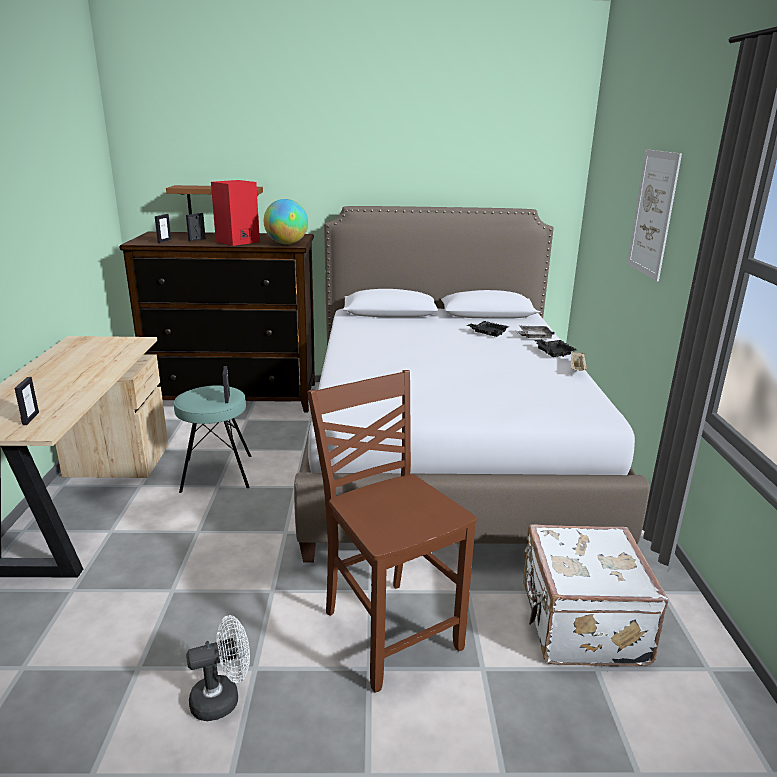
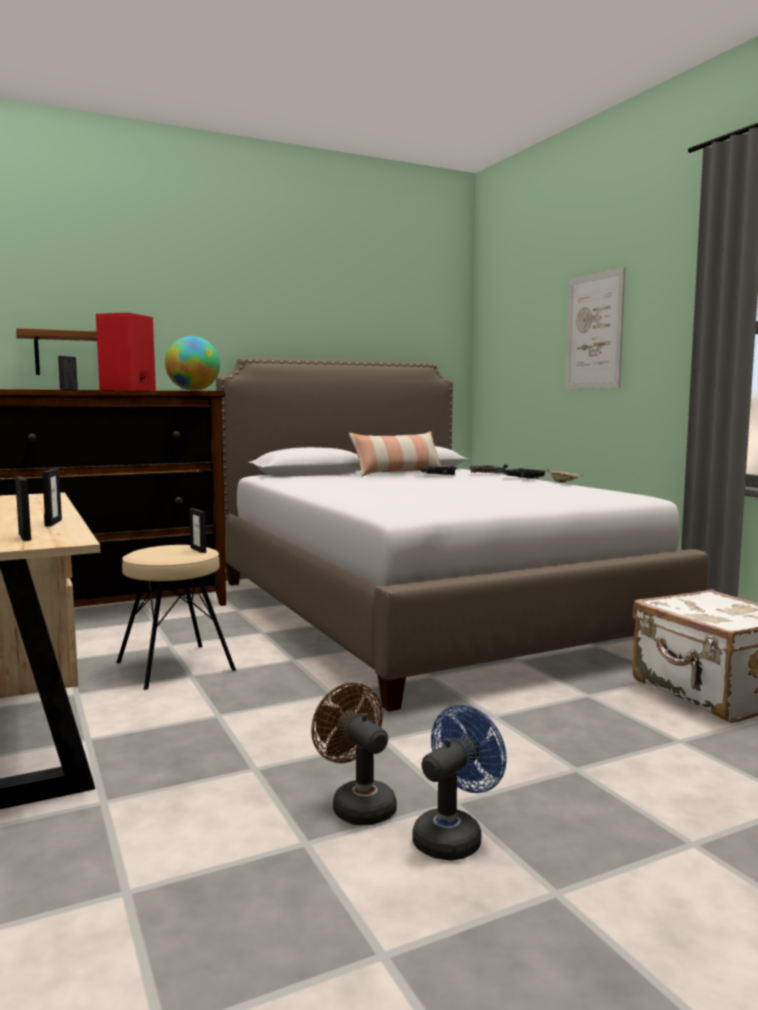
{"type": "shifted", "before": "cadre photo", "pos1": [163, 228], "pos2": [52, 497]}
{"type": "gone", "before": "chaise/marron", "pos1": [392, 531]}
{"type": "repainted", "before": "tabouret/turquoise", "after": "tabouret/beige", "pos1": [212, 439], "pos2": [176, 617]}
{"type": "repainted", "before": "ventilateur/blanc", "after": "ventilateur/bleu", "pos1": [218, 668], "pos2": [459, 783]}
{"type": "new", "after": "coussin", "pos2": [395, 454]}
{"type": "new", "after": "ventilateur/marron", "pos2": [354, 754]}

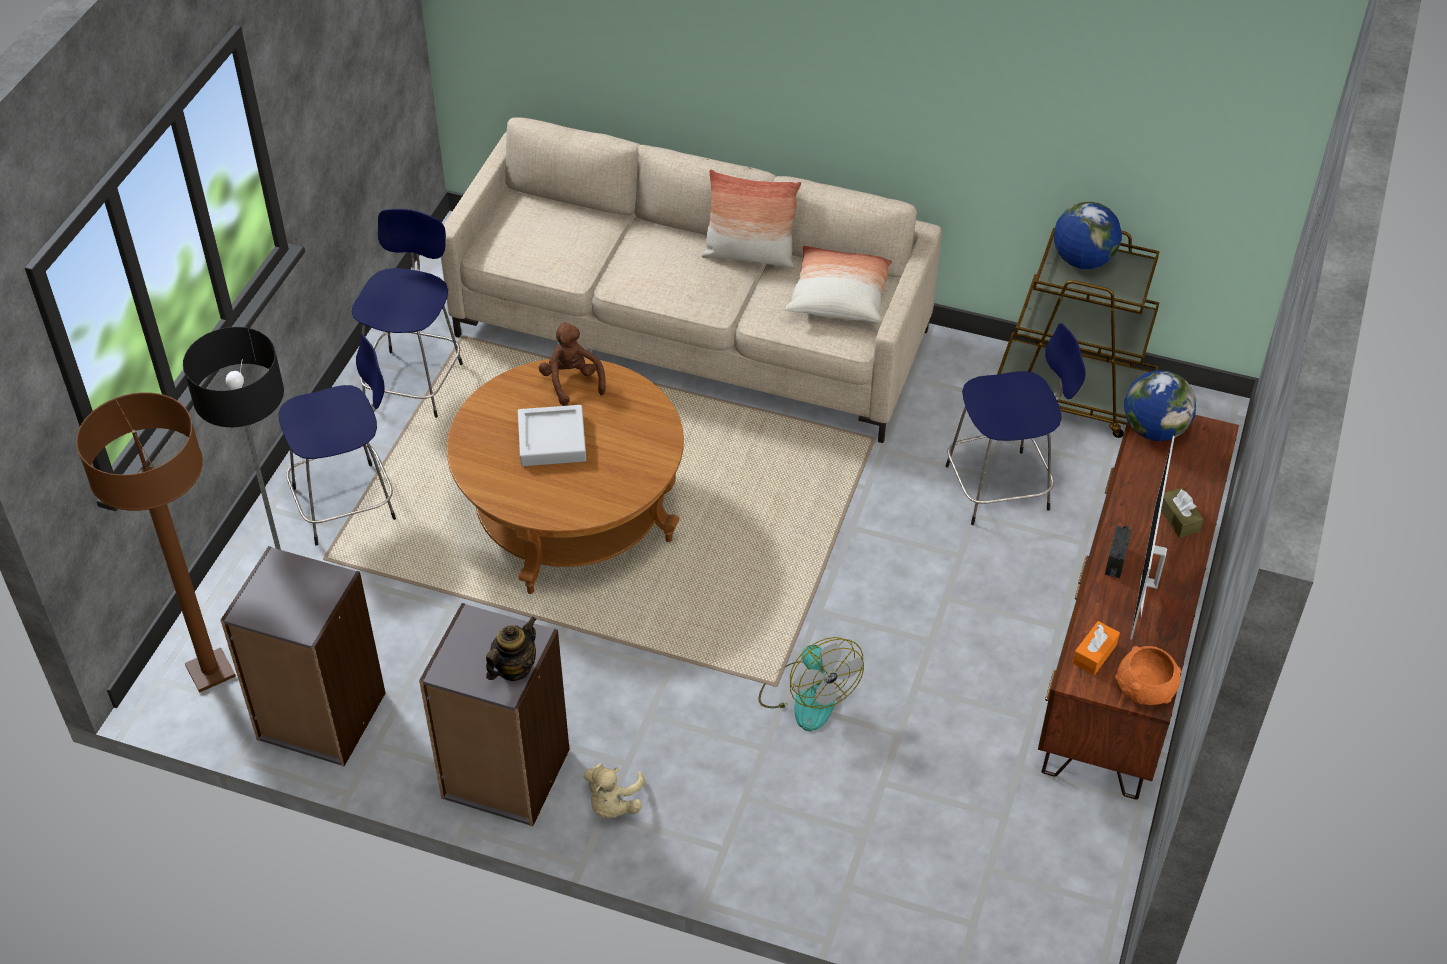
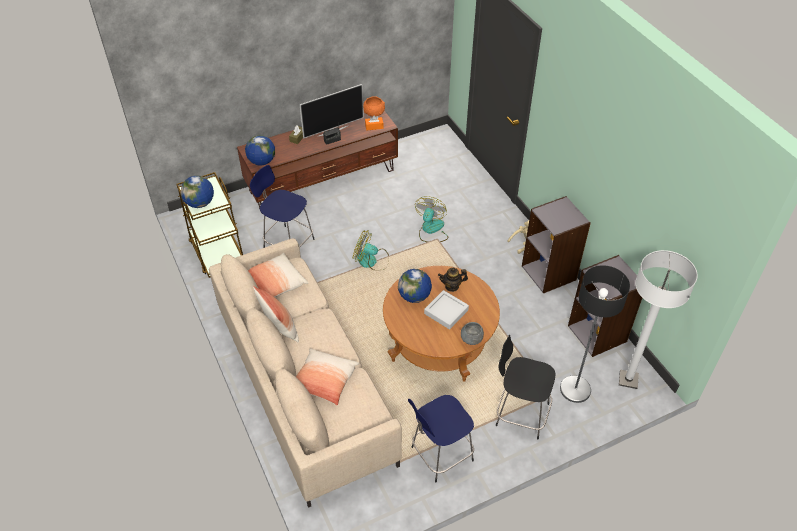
{"type": "gone", "before": "peluche/marron", "pos1": [572, 364]}
{"type": "repainted", "before": "tabouret/bleu", "after": "tabouret/noir", "pos1": [337, 440], "pos2": [525, 387]}
{"type": "repainted", "before": "lampadaire/marron", "after": "lampadaire/blanc", "pos1": [156, 542], "pos2": [658, 319]}
{"type": "shifted", "before": "théière", "pos1": [511, 649], "pos2": [453, 280]}
{"type": "new", "after": "ventilateur", "pos2": [371, 250]}
{"type": "new", "after": "globe", "pos2": [415, 286]}
{"type": "new", "after": "bol/gris", "pos2": [472, 333]}
{"type": "new", "after": "coussin", "pos2": [327, 377]}

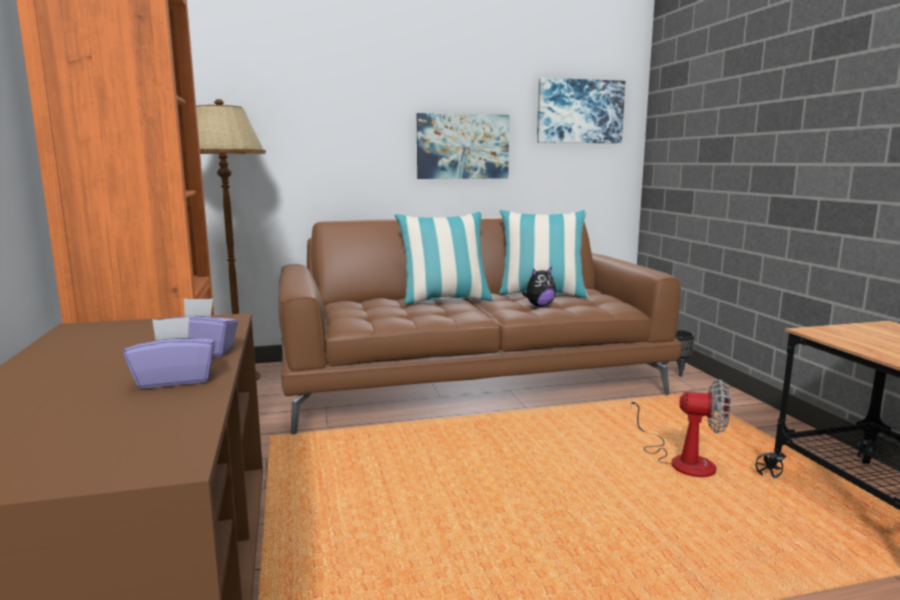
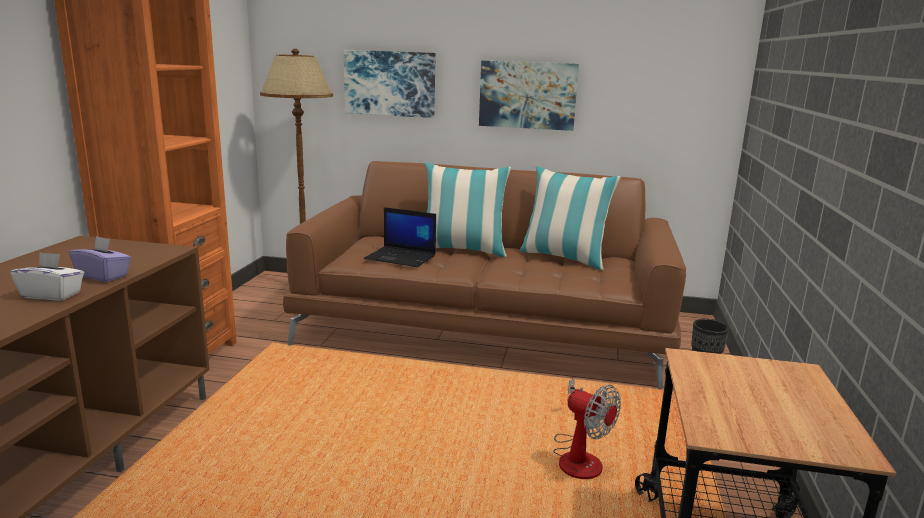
{"type": "shifted", "before": "tableau", "pos1": [581, 110], "pos2": [390, 84]}
{"type": "gone", "before": "peluche", "pos1": [539, 287]}
{"type": "repainted", "before": "boîte à mouchoirs/violet", "after": "boîte à mouchoirs/blanc", "pos1": [169, 353], "pos2": [47, 276]}
{"type": "new", "after": "ordinateur portable", "pos2": [400, 237]}

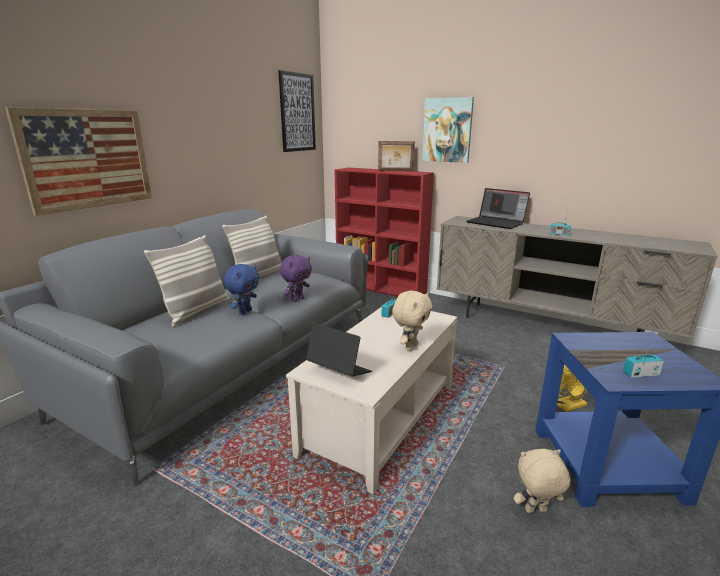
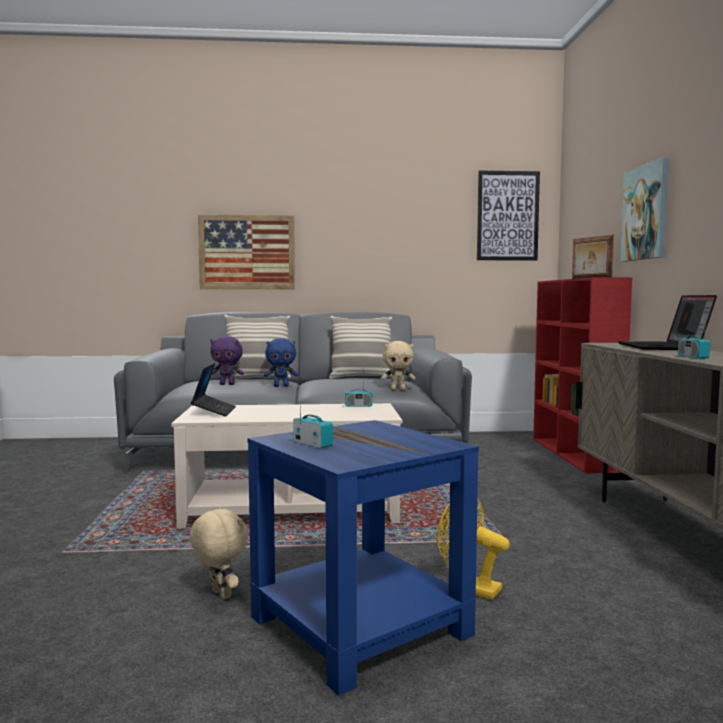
{"type": "shifted", "before": "peluche/violet", "pos1": [295, 278], "pos2": [227, 360]}
{"type": "shifted", "before": "peluche/beige", "pos1": [412, 321], "pos2": [398, 365]}

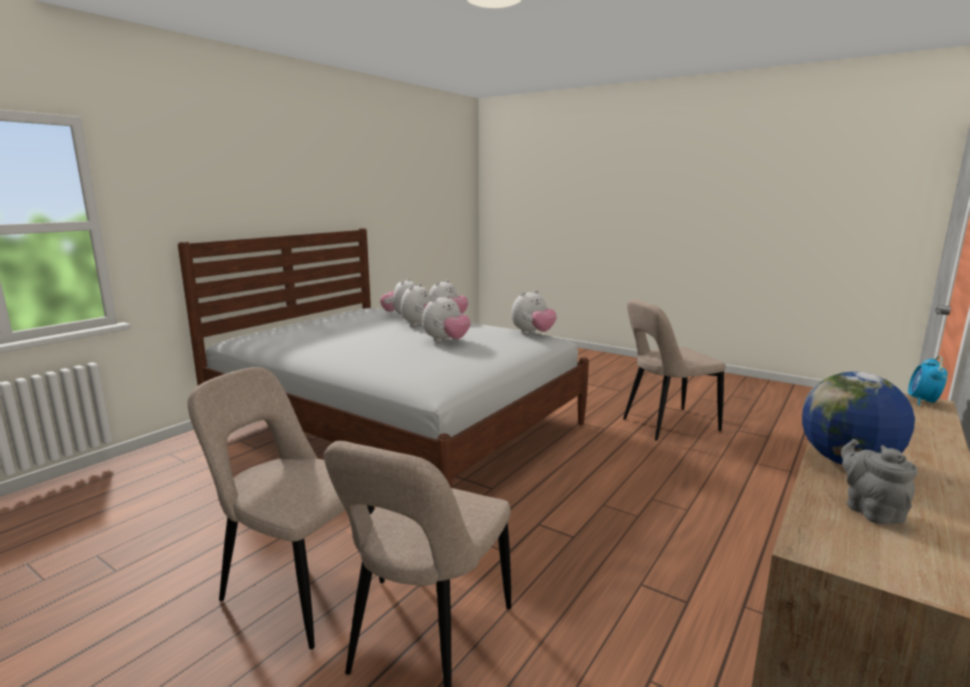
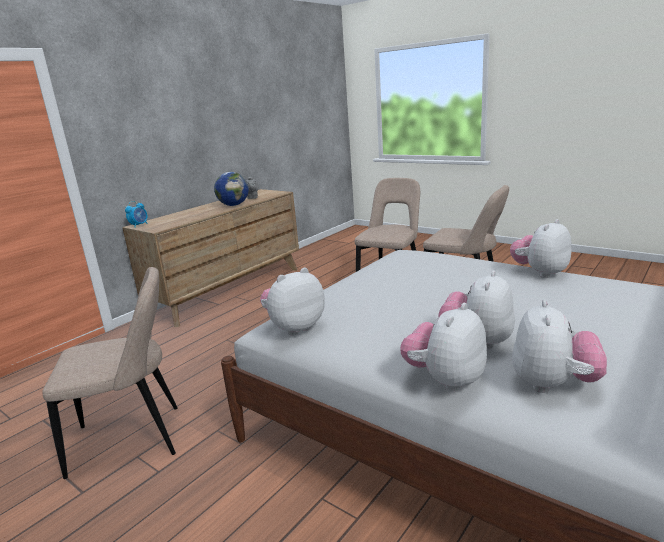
{"type": "shifted", "before": "peluche", "pos1": [446, 318], "pos2": [541, 248]}

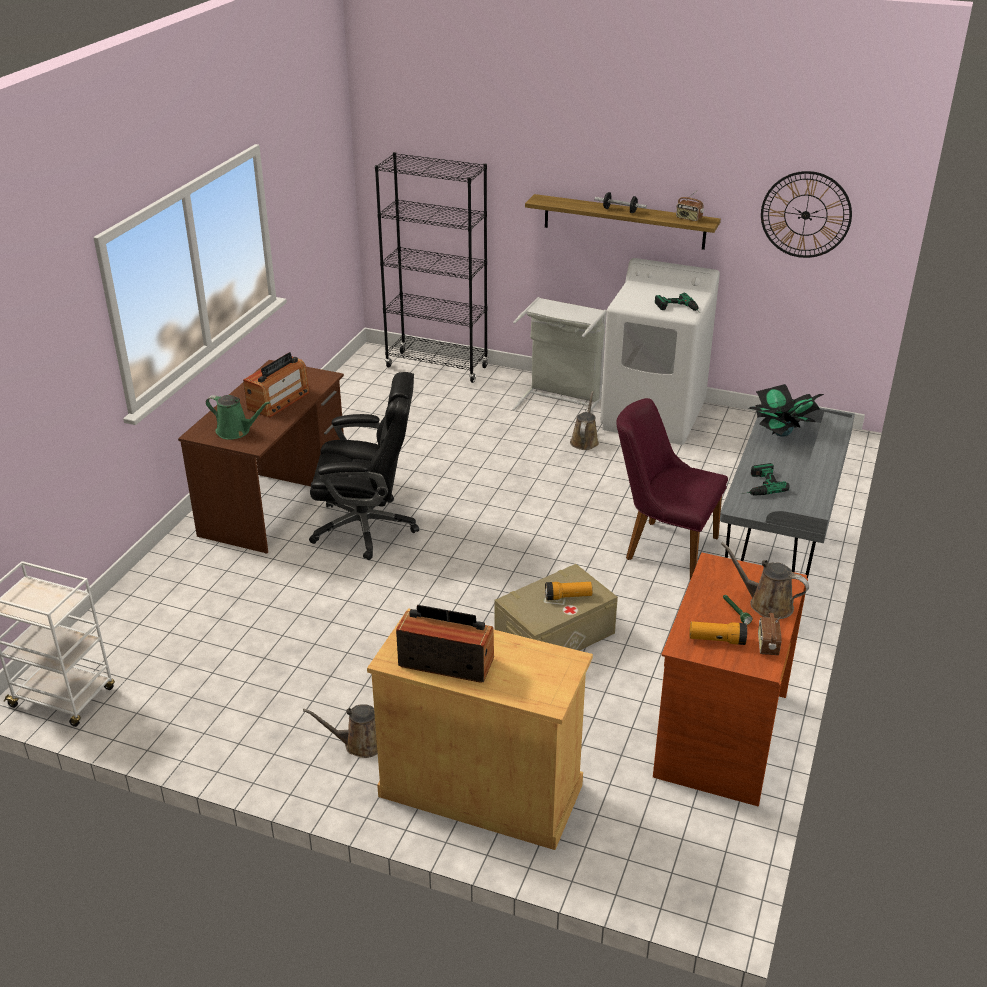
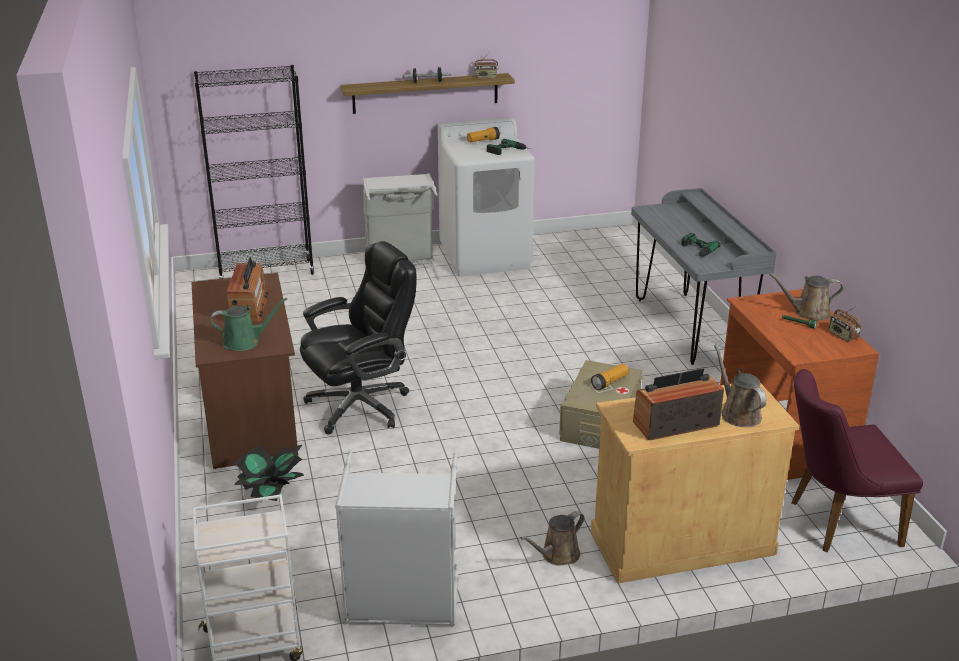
{"type": "gone", "before": "horloge murale", "pos1": [806, 214]}
{"type": "shifted", "before": "plante en pot", "pos1": [786, 410], "pos2": [269, 473]}
{"type": "shifted", "before": "arrosoir/marron", "pos1": [584, 420], "pos2": [740, 386]}
{"type": "shifted", "before": "chaise/violet", "pos1": [672, 489], "pos2": [857, 460]}
{"type": "shifted", "before": "lampe de poche", "pos1": [718, 633], "pos2": [483, 134]}
{"type": "new", "after": "panier à linge/gris", "pos2": [397, 538]}

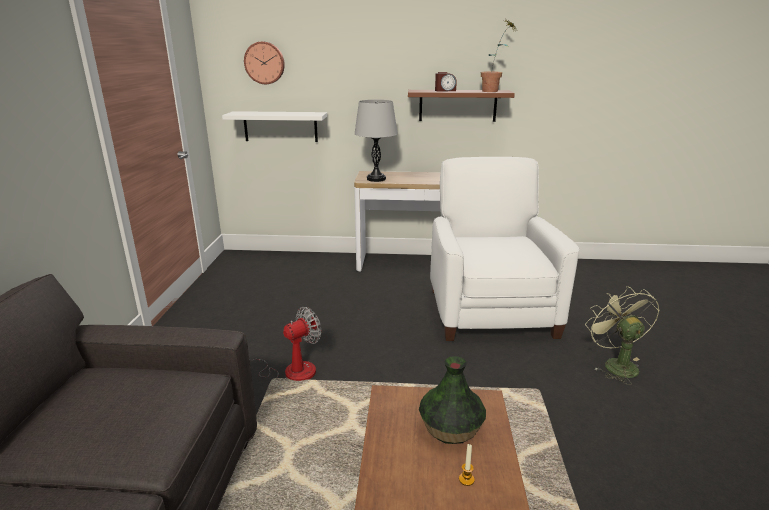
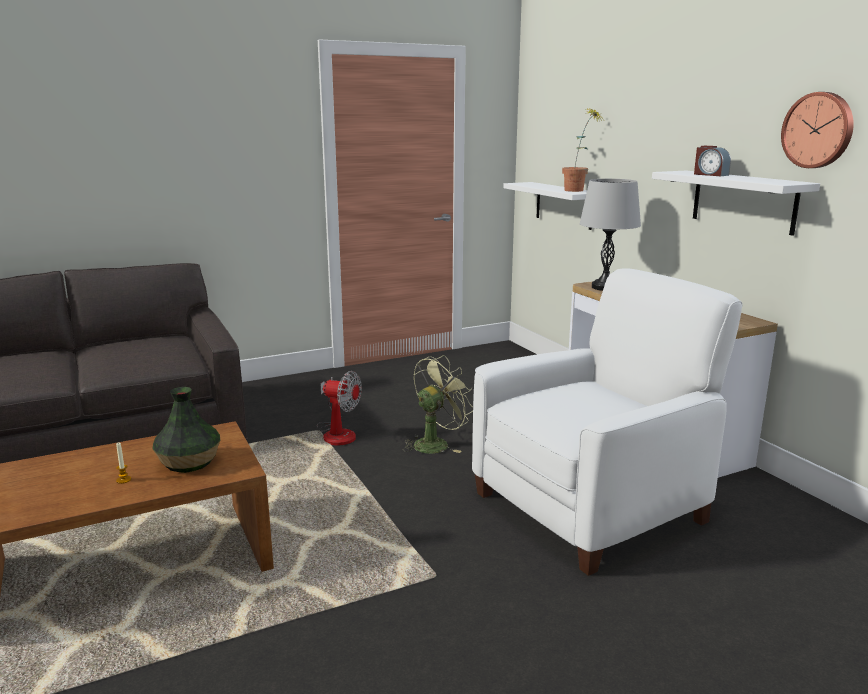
{"type": "shifted", "before": "plante en pot", "pos1": [499, 56], "pos2": [582, 149]}
{"type": "shifted", "before": "horloge murale", "pos1": [264, 63], "pos2": [817, 130]}
{"type": "repainted", "before": "étagère/marron", "after": "étagère/blanc", "pos1": [461, 106], "pos2": [736, 203]}
{"type": "shifted", "before": "ventilateur/vert", "pos1": [622, 335], "pos2": [438, 404]}

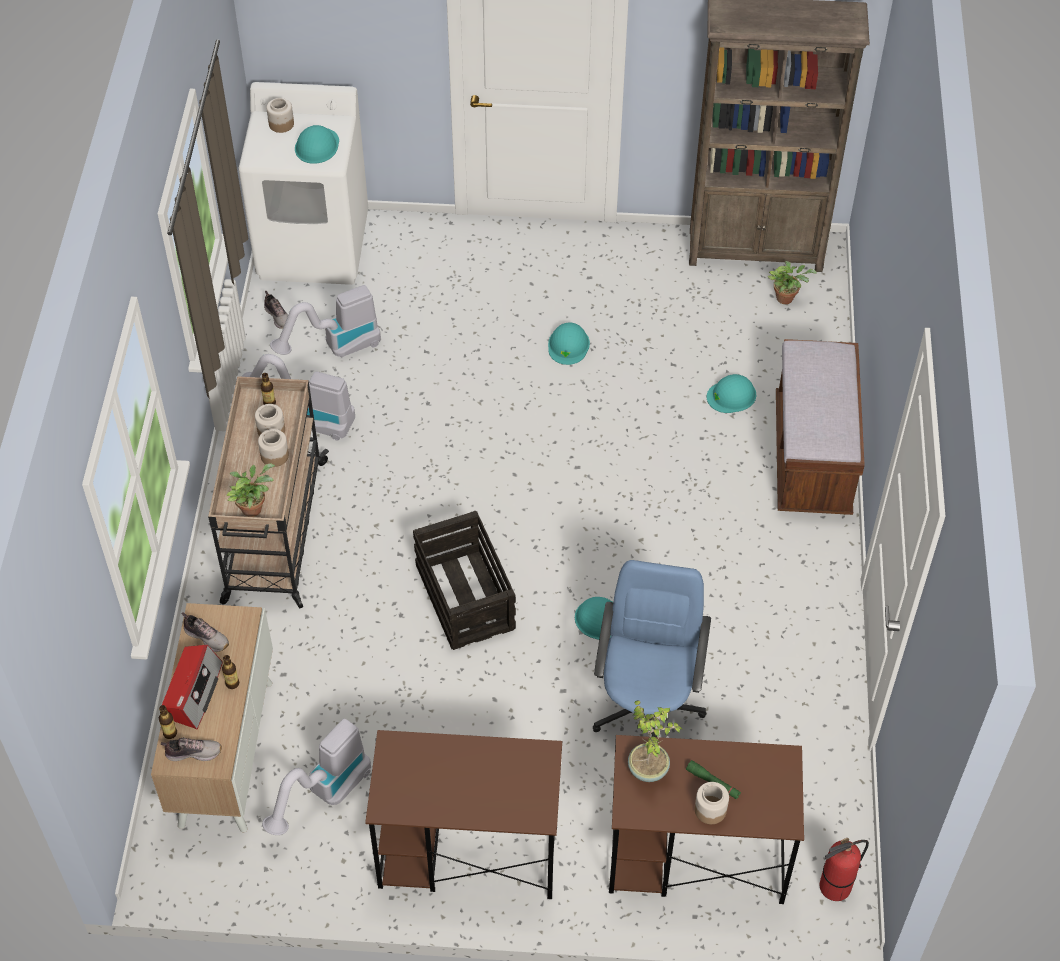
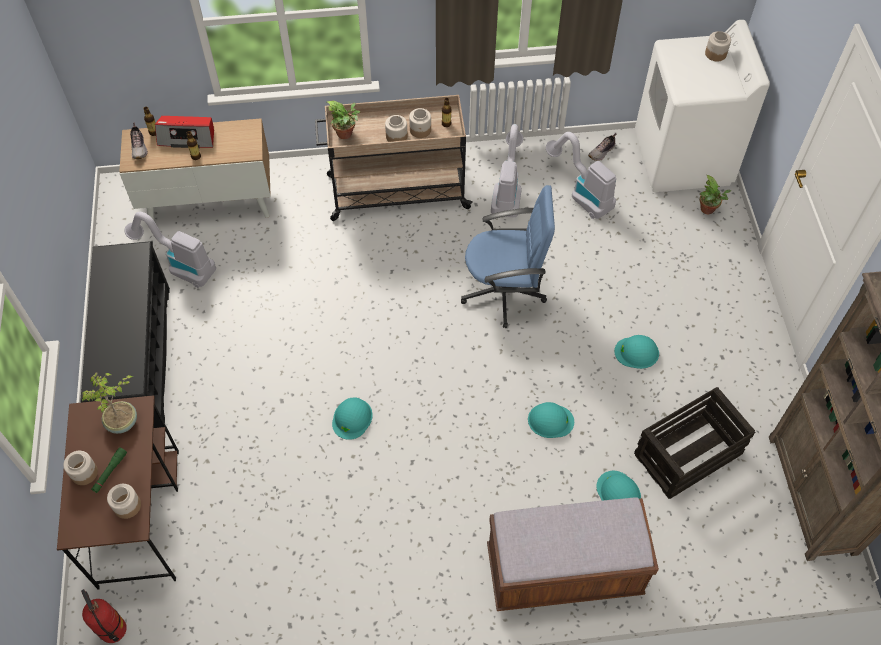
{"type": "shifted", "before": "casque de chantier/turquoise", "pos1": [317, 144], "pos2": [551, 420]}
{"type": "shifted", "before": "plante en pot", "pos1": [792, 282], "pos2": [715, 194]}
{"type": "shifted", "before": "caisse", "pos1": [464, 580], "pos2": [694, 443]}
{"type": "shifted", "before": "chaise de bureau/bleu", "pos1": [652, 648], "pos2": [508, 256]}
{"type": "gone", "before": "chaussure", "pos1": [205, 632]}
{"type": "swapped", "before": "bureau/marron", "after": "étagère à chaussures/noir", "pos1": [463, 814], "pos2": [125, 334]}
{"type": "new", "after": "bocal", "pos2": [124, 501]}

